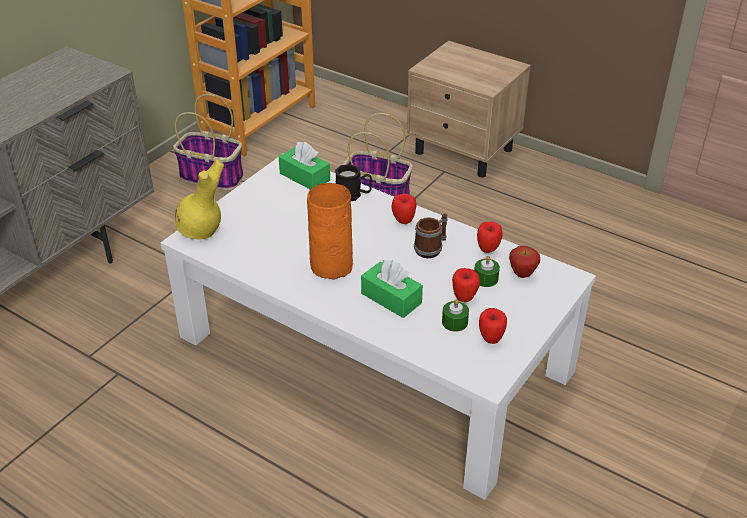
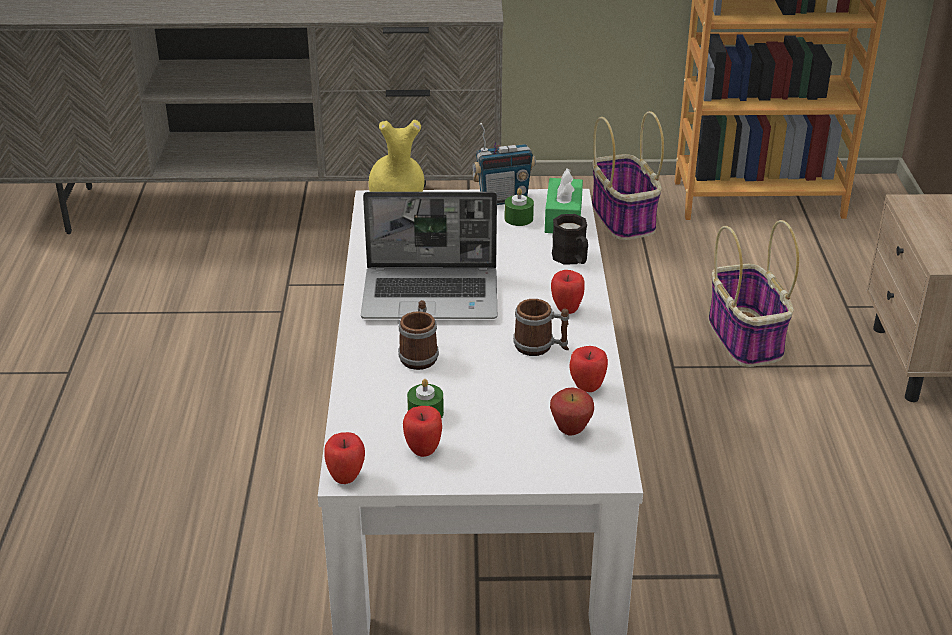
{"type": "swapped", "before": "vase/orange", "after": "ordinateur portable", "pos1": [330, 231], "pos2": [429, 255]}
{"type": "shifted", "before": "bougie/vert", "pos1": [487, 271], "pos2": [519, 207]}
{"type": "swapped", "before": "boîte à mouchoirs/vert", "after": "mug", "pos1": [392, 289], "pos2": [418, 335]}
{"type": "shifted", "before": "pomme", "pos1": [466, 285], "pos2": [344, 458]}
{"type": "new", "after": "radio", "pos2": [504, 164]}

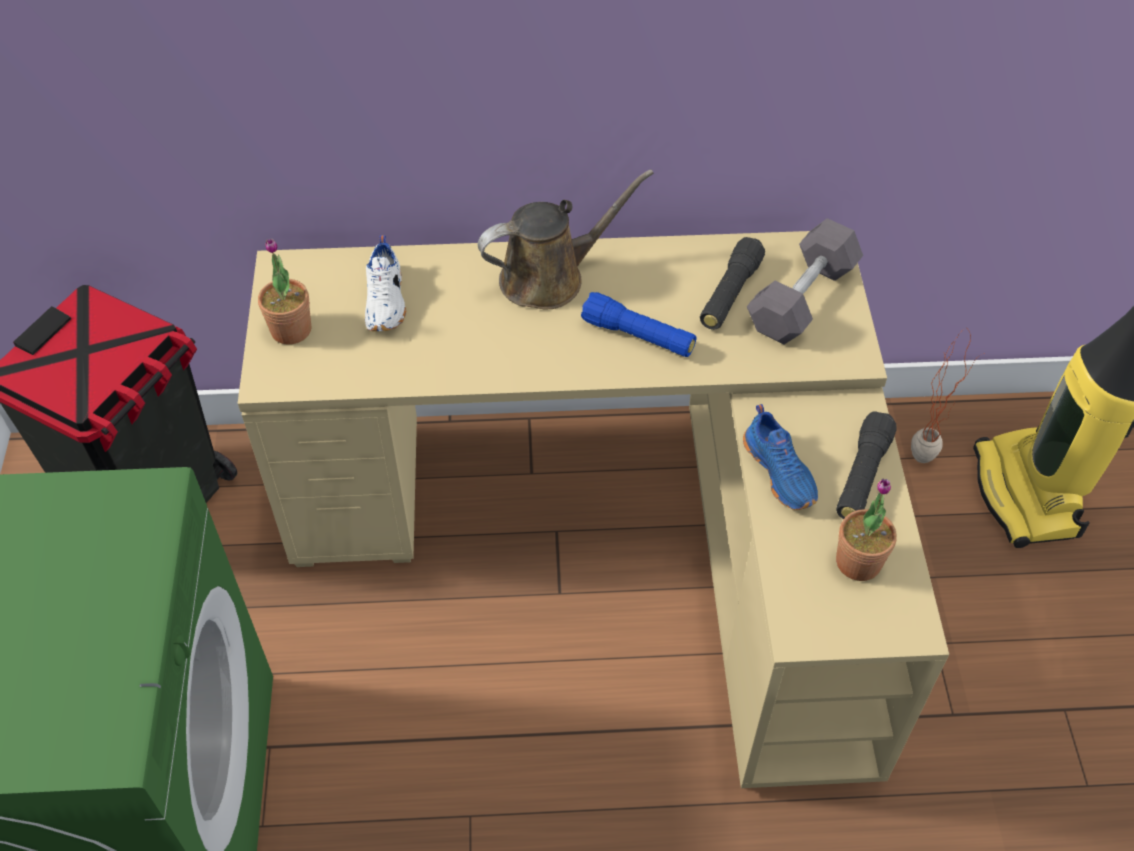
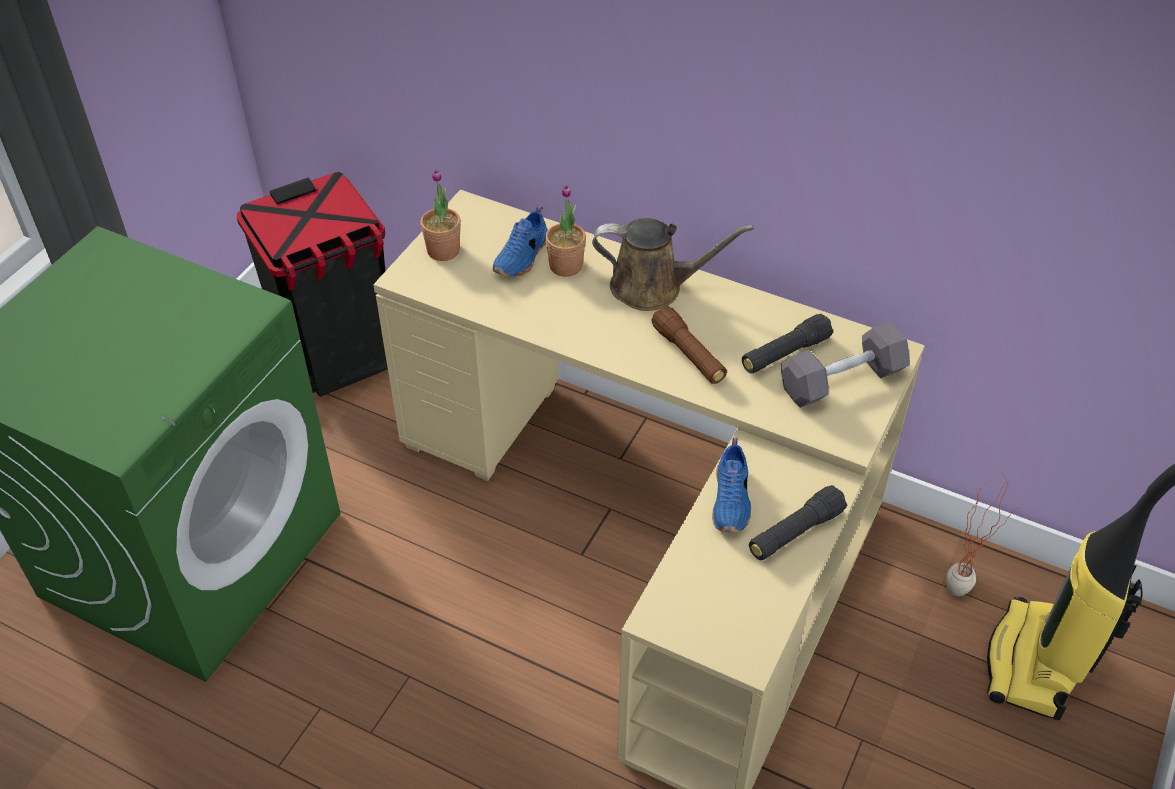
{"type": "repainted", "before": "chaussure/blanc", "after": "chaussure/bleu", "pos1": [385, 283], "pos2": [520, 241]}
{"type": "repainted", "before": "lampe de poche/bleu", "after": "lampe de poche/marron", "pos1": [638, 324], "pos2": [689, 345]}
{"type": "shifted", "before": "plante en pot", "pos1": [866, 530], "pos2": [565, 231]}

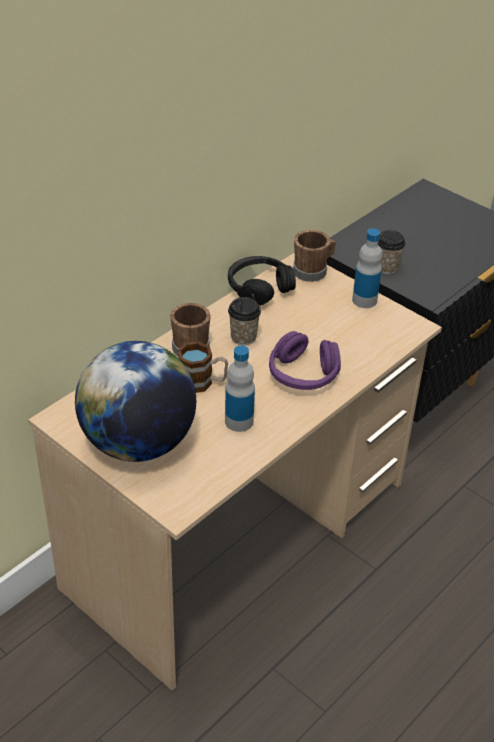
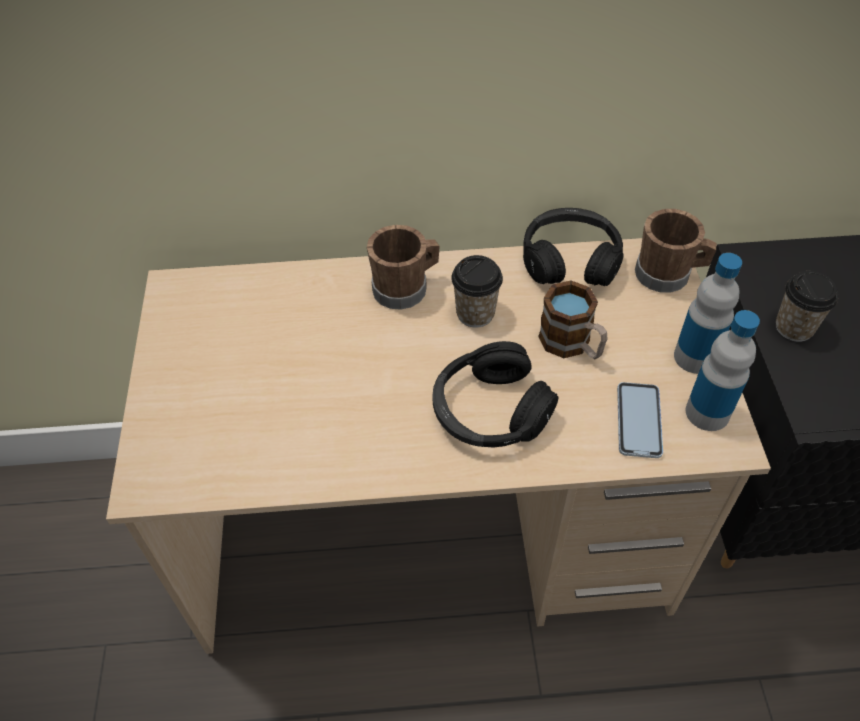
{"type": "repainted", "before": "casque audio/violet", "after": "casque audio/noir", "pos1": [305, 360], "pos2": [495, 394]}
{"type": "gone", "before": "globe", "pos1": [135, 401]}
{"type": "shifted", "before": "mug", "pos1": [202, 367], "pos2": [573, 319]}
{"type": "shifted", "before": "bouteille", "pos1": [240, 388], "pos2": [722, 370]}
{"type": "new", "after": "téléphone", "pos2": [640, 420]}

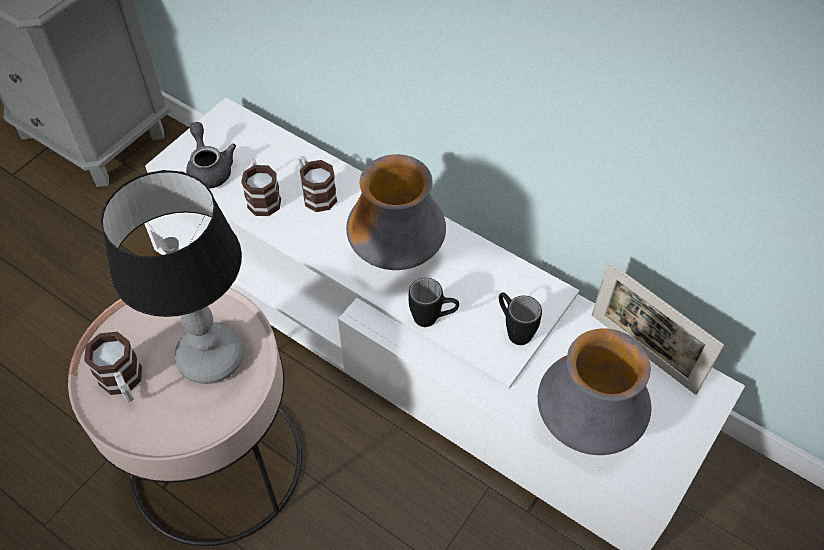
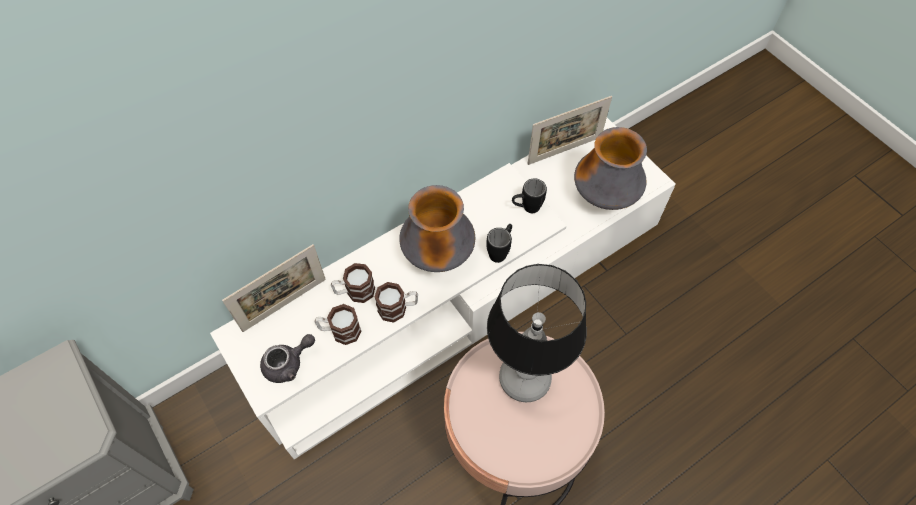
{"type": "rotated", "before": "théière/gris", "pos1": [211, 155], "pos2": [287, 358], "turn": 150}
{"type": "shifted", "before": "mug", "pos1": [113, 367], "pos2": [396, 302]}
{"type": "new", "after": "cadre photo", "pos2": [274, 288]}

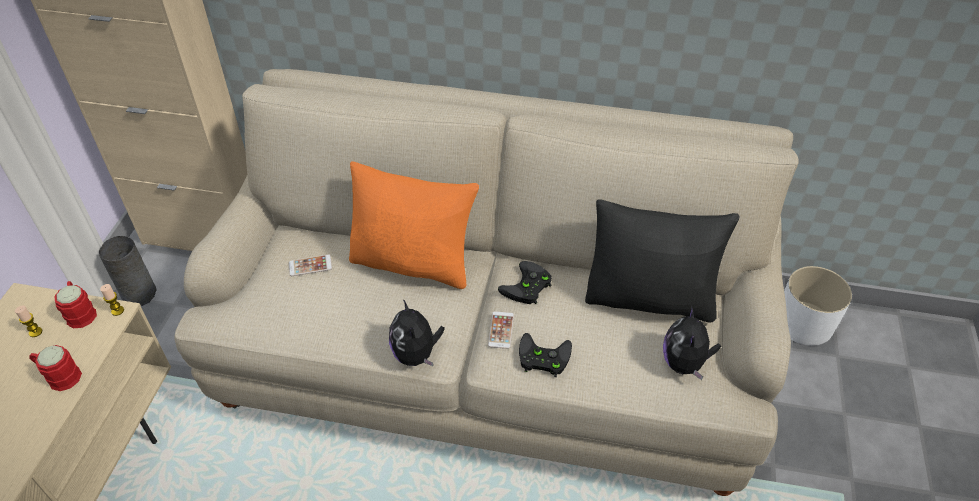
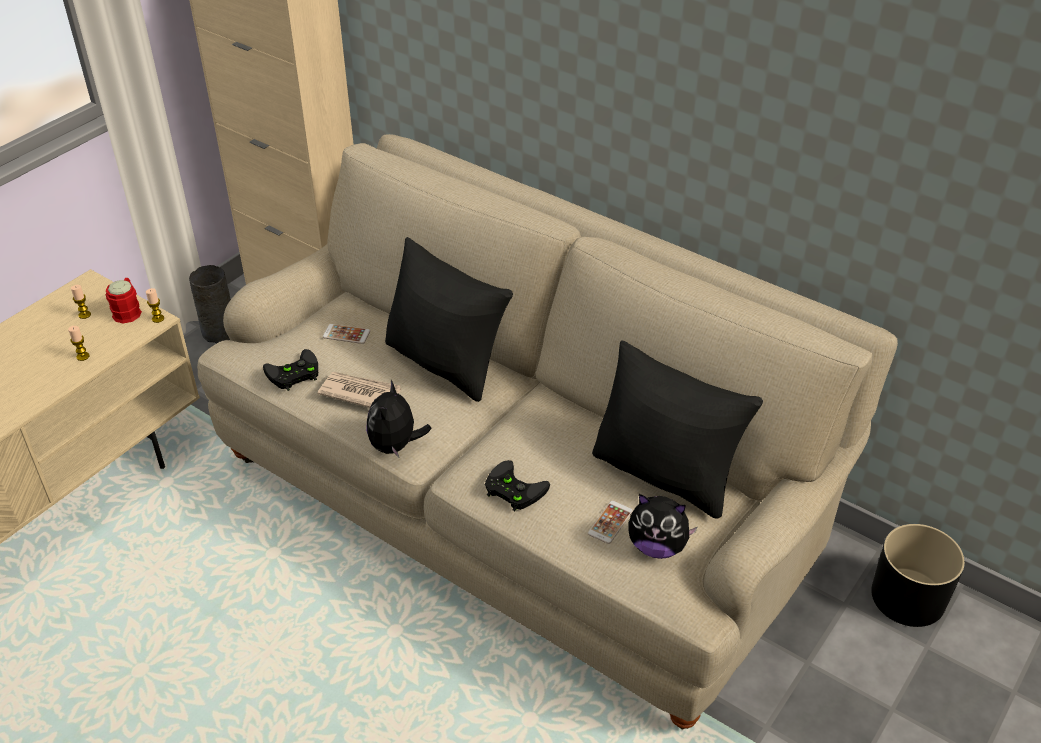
{"type": "repainted", "before": "coussin/orange", "after": "coussin/noir", "pos1": [414, 225], "pos2": [449, 319]}
{"type": "shifted", "before": "manette/noir", "pos1": [525, 282], "pos2": [290, 370]}
{"type": "repainted", "before": "cache-pot/blanc", "after": "cache-pot/noir", "pos1": [818, 306], "pos2": [918, 575]}
{"type": "rotated", "before": "peluche", "pos1": [692, 343], "pos2": [663, 526], "turn": -105}
{"type": "shifted", "before": "téléphone", "pos1": [501, 330], "pos2": [610, 522]}
{"type": "swapped", "before": "mug/rouge", "after": "bougie", "pos1": [55, 368], "pos2": [78, 343]}
{"type": "new", "after": "journal", "pos2": [359, 390]}

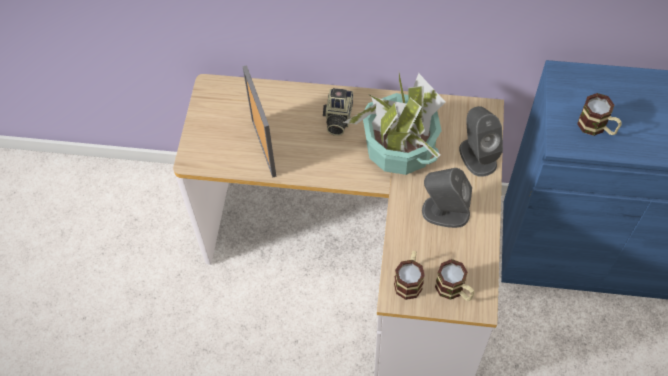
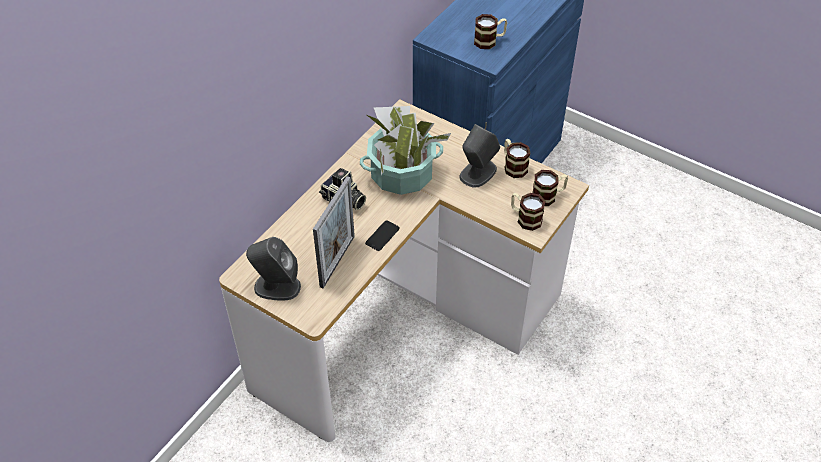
{"type": "rotated", "before": "cadre photo", "pos1": [259, 121], "pos2": [334, 232], "turn": 105}
{"type": "shifted", "before": "enceinte/gris", "pos1": [481, 141], "pos2": [273, 268]}
{"type": "new", "after": "mug", "pos2": [517, 158]}
{"type": "new", "after": "téléphone", "pos2": [382, 236]}

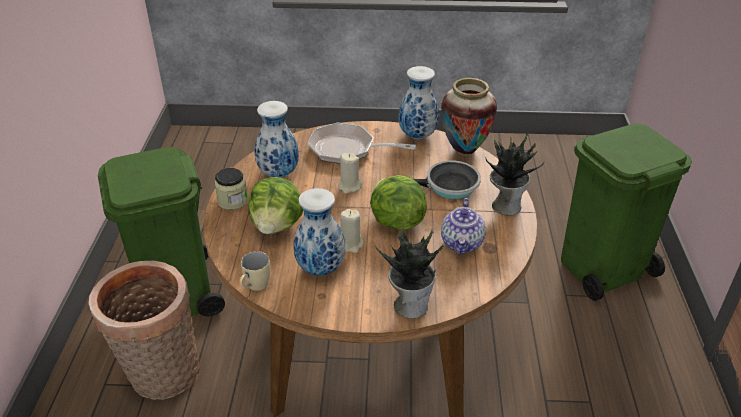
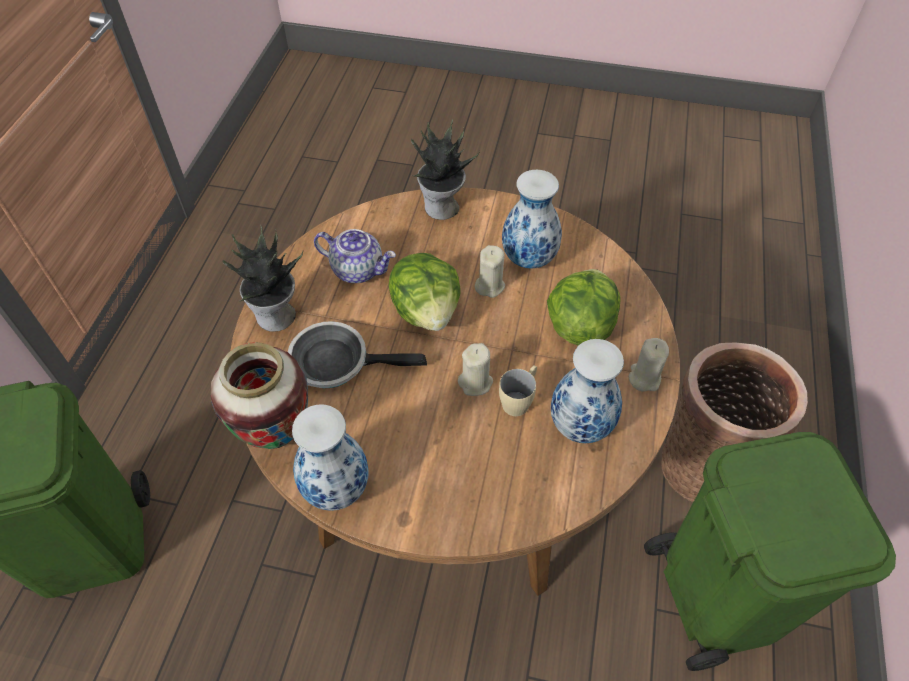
{"type": "gone", "before": "poêle", "pos1": [361, 143]}
{"type": "swapped", "before": "bocal", "after": "bougie/beige", "pos1": [231, 189], "pos2": [649, 365]}
{"type": "rotated", "before": "théière", "pos1": [463, 226], "pos2": [355, 256], "turn": 90}
{"type": "shifted", "before": "mug/beige", "pos1": [255, 271], "pos2": [518, 390]}

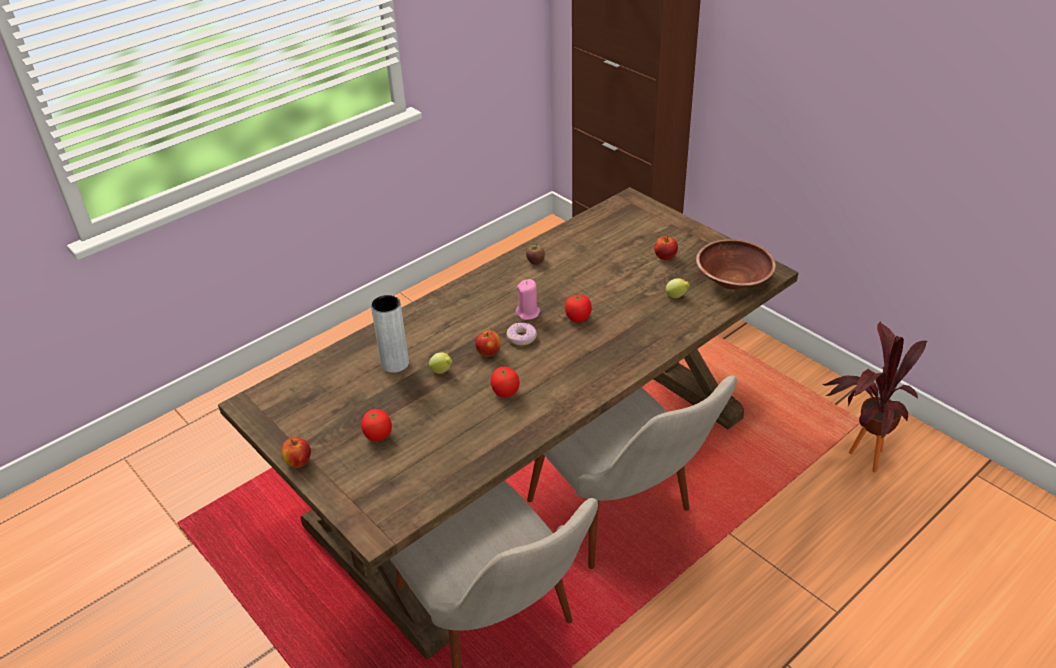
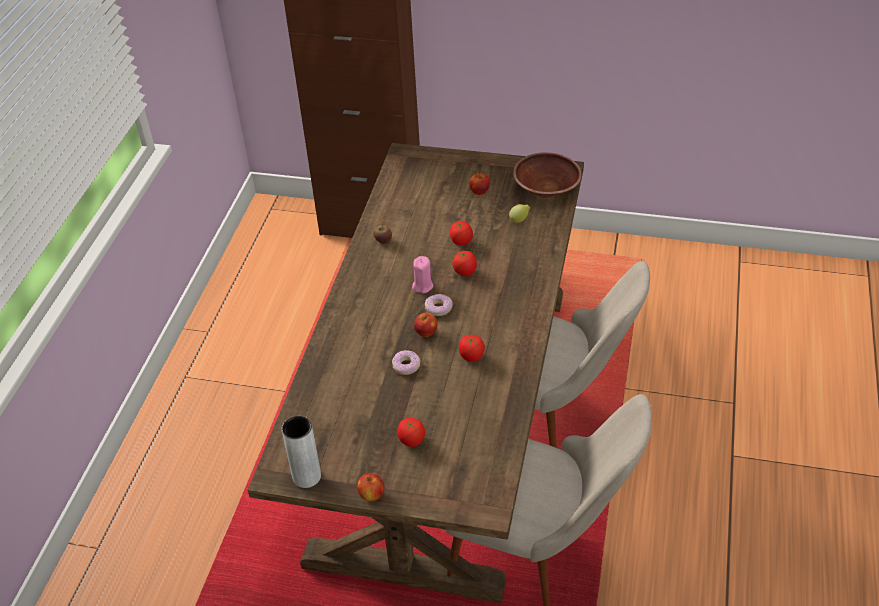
{"type": "shifted", "before": "vase/gris", "pos1": [390, 334], "pos2": [301, 452]}
{"type": "gone", "before": "plante en pot", "pos1": [874, 397]}
{"type": "swapped", "before": "citron", "after": "beignet", "pos1": [440, 363], "pos2": [406, 362]}
{"type": "new", "after": "tomate", "pos2": [461, 233]}

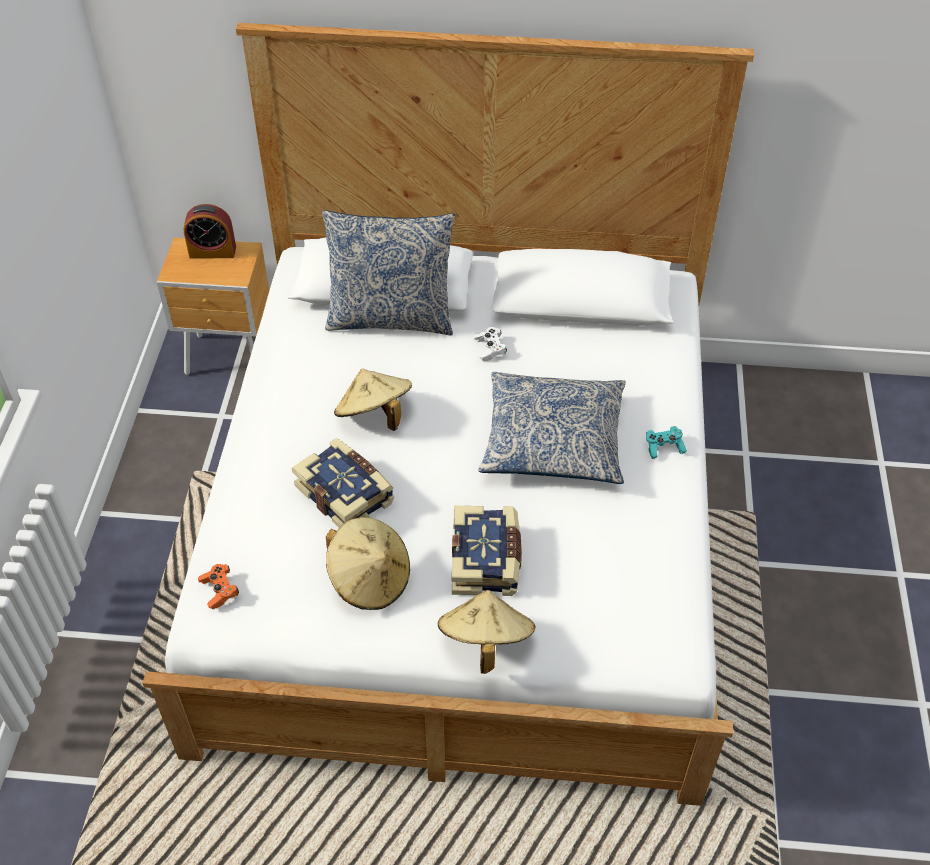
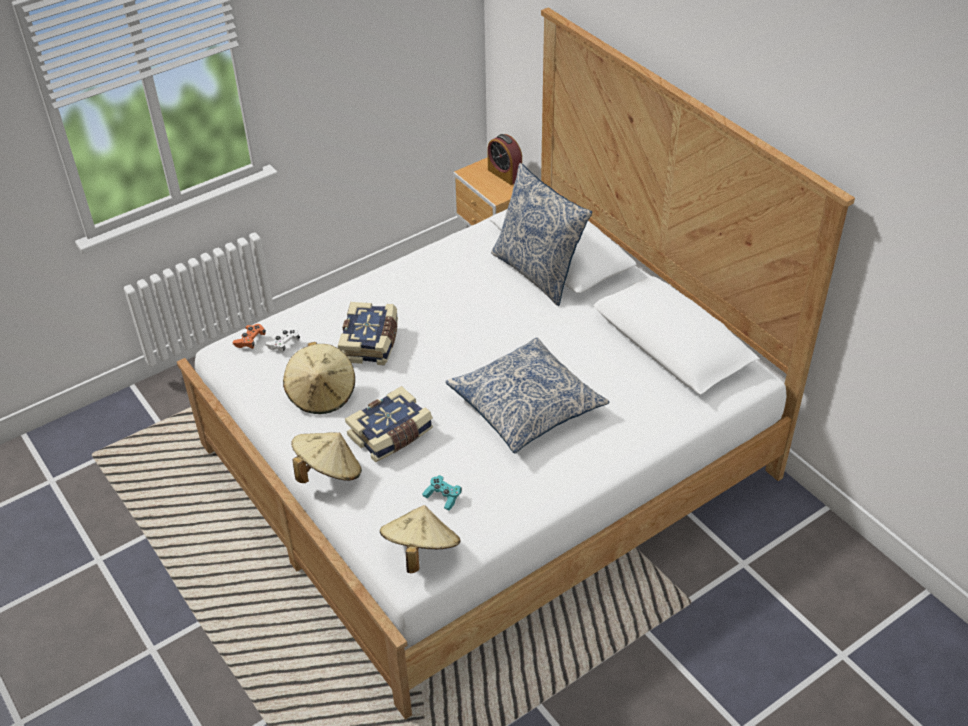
{"type": "shifted", "before": "manette/blanc", "pos1": [490, 344], "pos2": [282, 340]}
{"type": "shifted", "before": "chapeau/beige", "pos1": [373, 400], "pos2": [420, 539]}
{"type": "shifted", "before": "manette/turquoise", "pos1": [666, 442], "pos2": [442, 492]}

